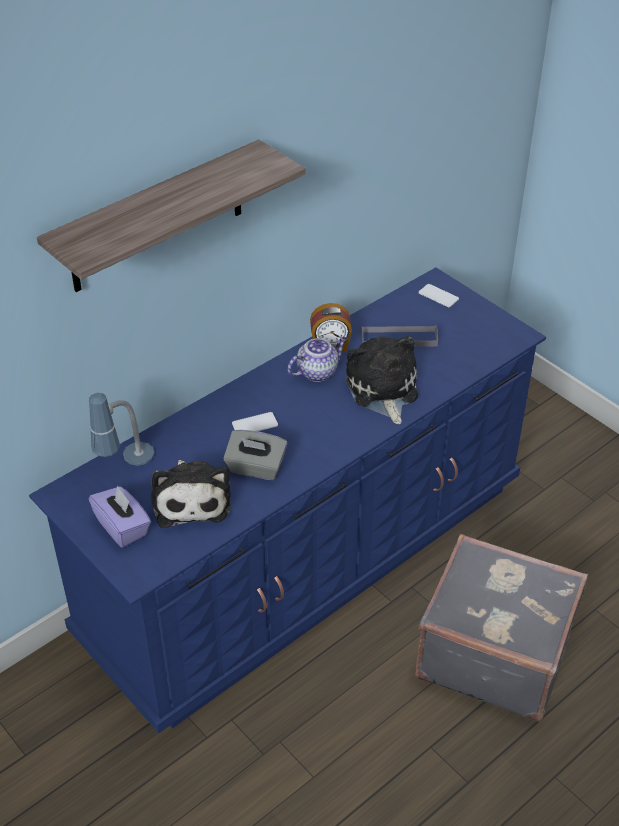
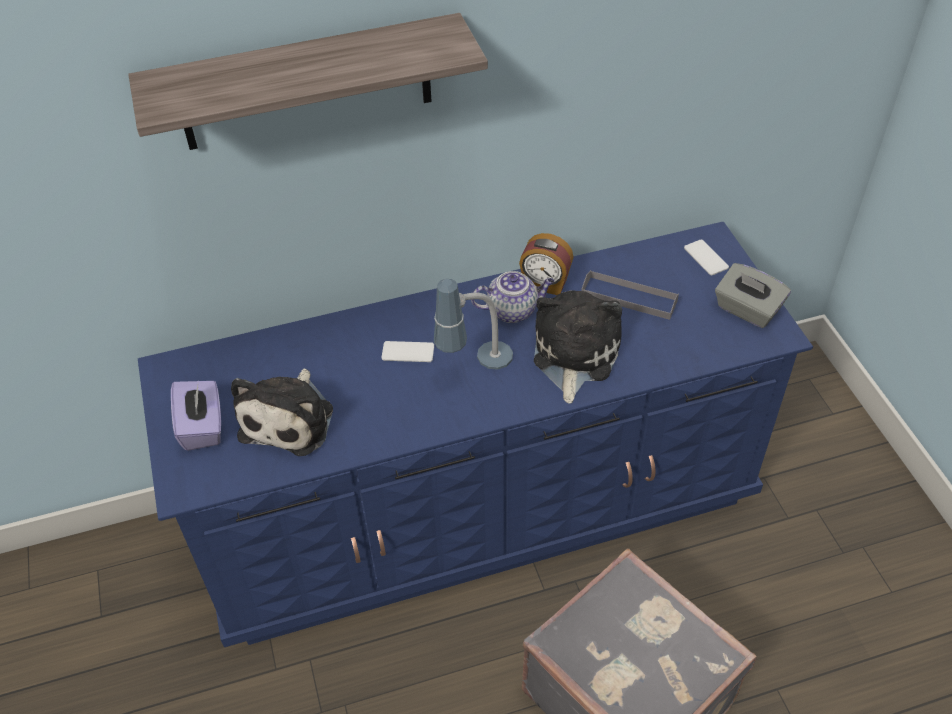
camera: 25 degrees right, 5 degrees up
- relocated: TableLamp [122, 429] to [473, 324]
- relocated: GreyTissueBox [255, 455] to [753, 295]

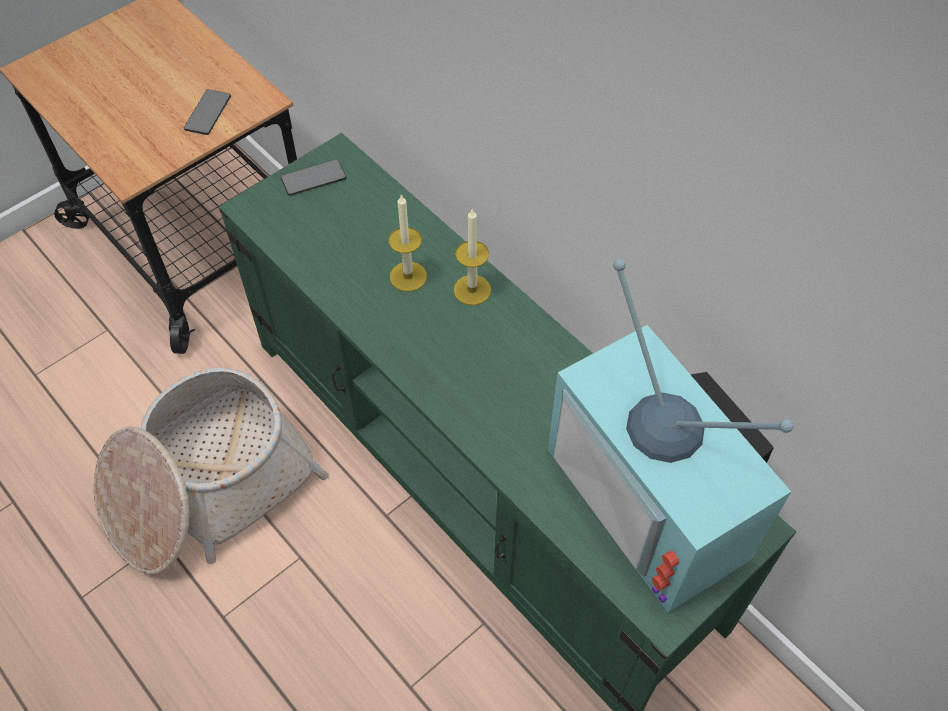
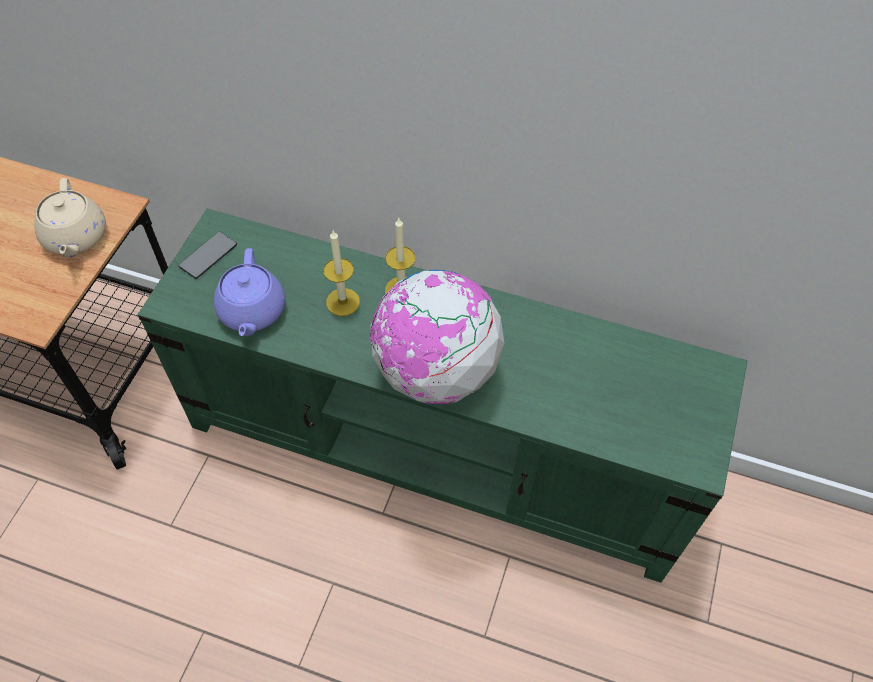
camera: 30 degrees left, 0 degrees up
- exchanged: Phone [207, 112] to BeigeTeapot [70, 218]
- missing: Television [670, 436]
- missing: Basket [211, 470]
- appeared: PurpleTeapot [249, 292]
- appeared: Globe [437, 337]

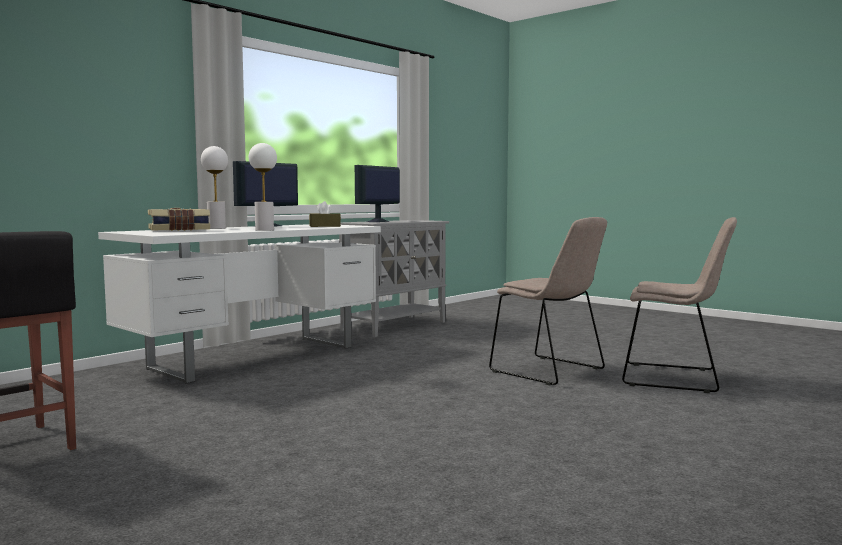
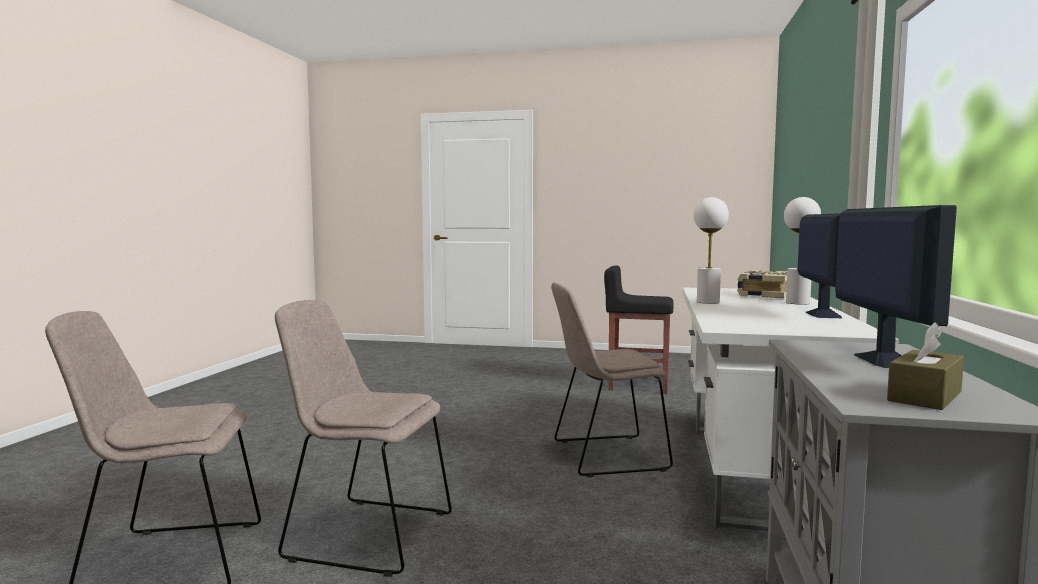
camera: 150 degrees right, 0 degrees up
- relocated: BrownTissueBox [325, 214] to [925, 366]
- appeared: BeigeChair [612, 380]

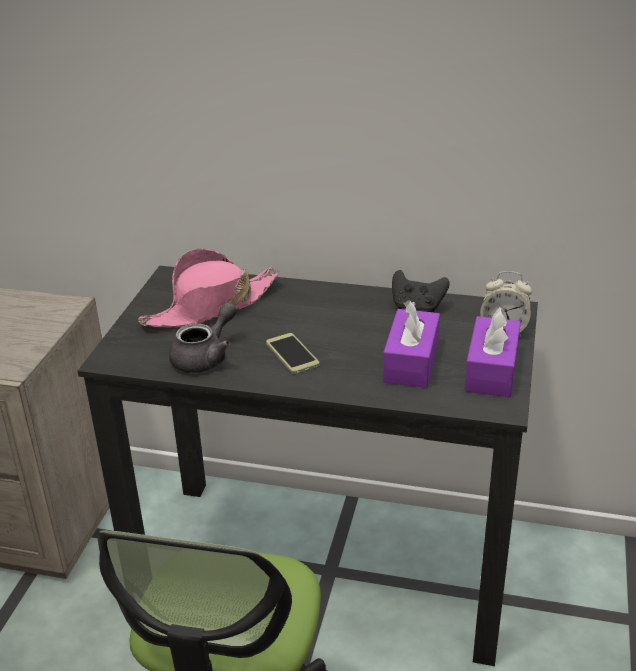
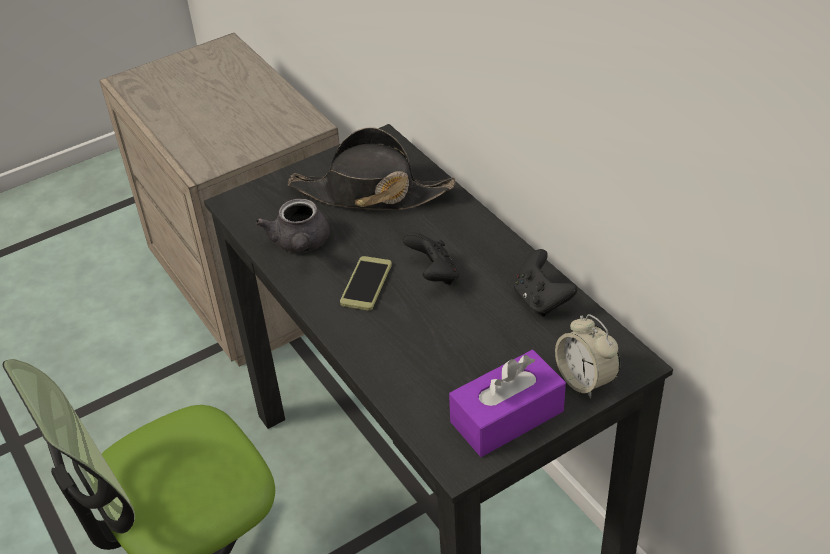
camera: 45 degrees right, 10 degrees up
- colour: PinkHat [209, 288] to BlackHat [372, 168]
- missing: PurpleTissueBox [411, 344]
- spun: GreyTeapot [203, 337] = [293, 225] 90 degrees clockwise
- appeared: BlackGameController [431, 258]

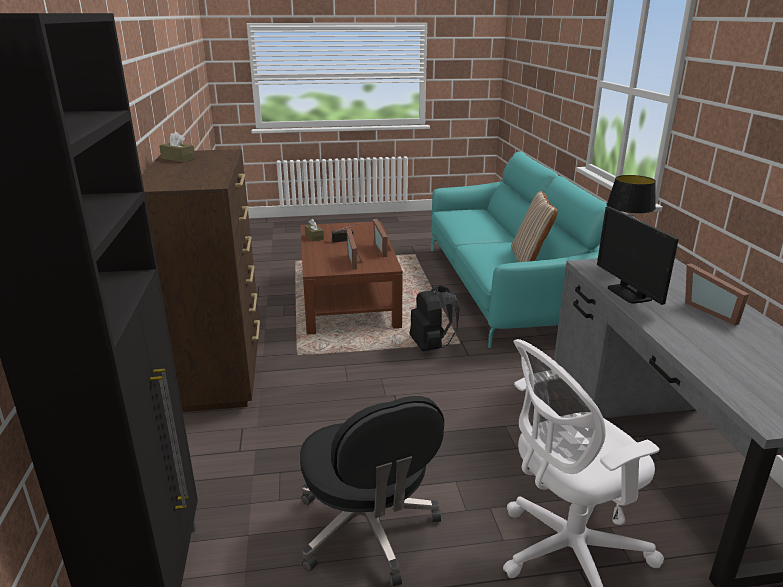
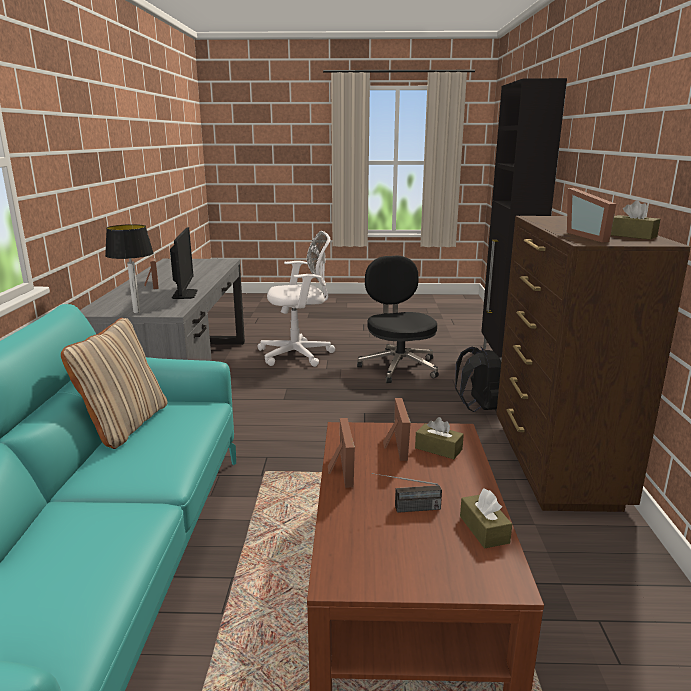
camera: 170 degrees left, 5 degrees down
- relocated: BlackBackpack [435, 318] to [478, 379]
- appeared: PictureFrame [591, 215]
- appeared: BrownTissueBox [439, 438]

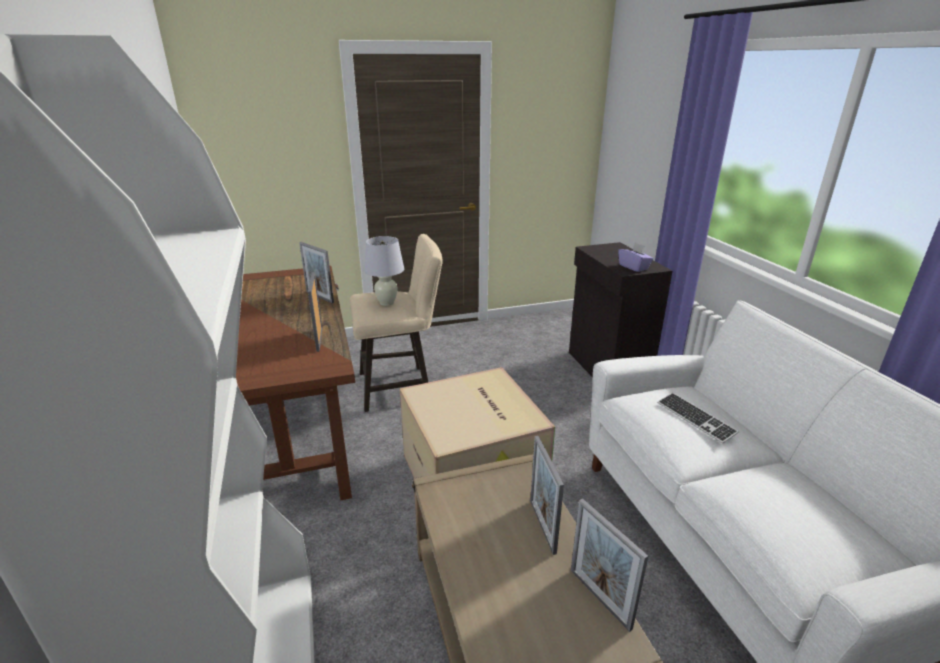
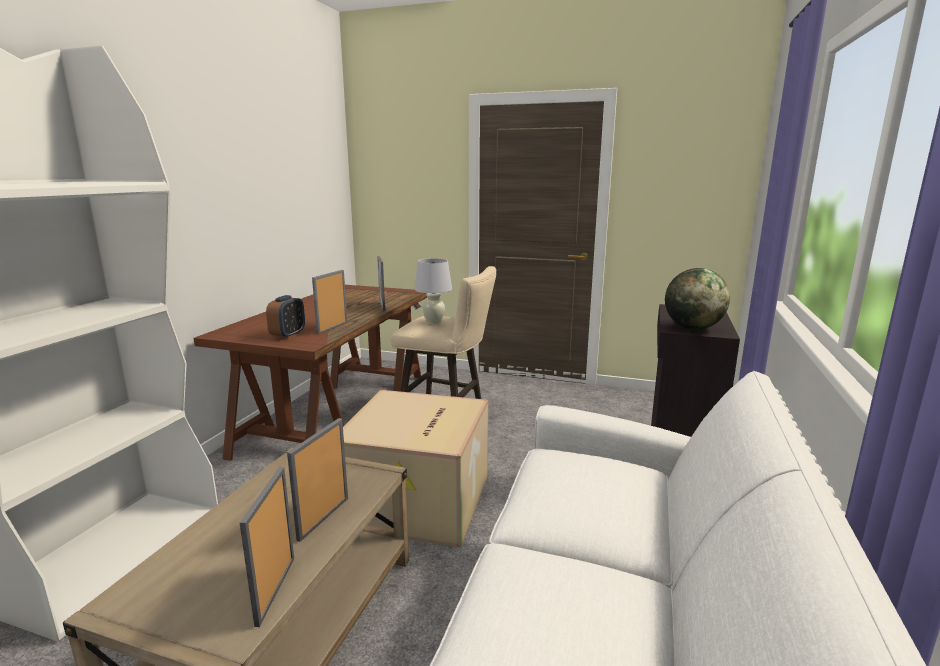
camera: 35 degrees right, 10 degrees down
- exchanged: PurpleTissueBox [635, 257] to Globe [697, 299]
- missing: Keyboard [698, 418]
- appeared: AlarmClock [285, 317]

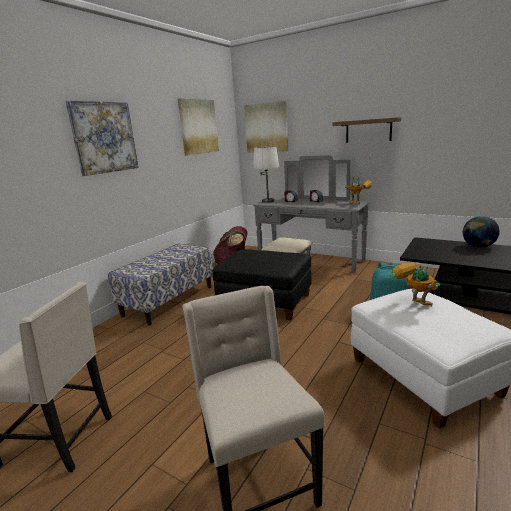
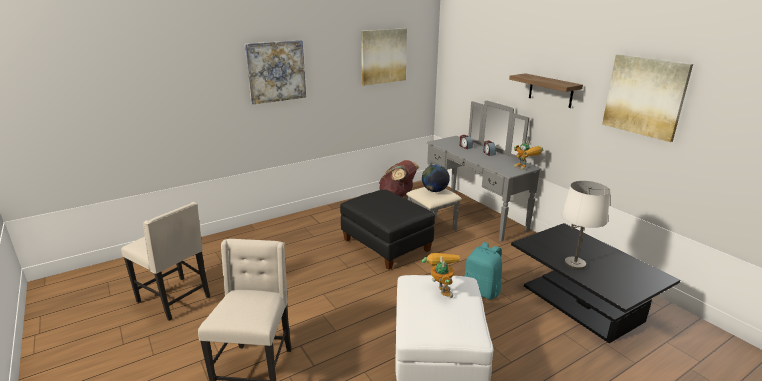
camera: 25 degrees right, 5 degrees up
- relocated: Picture [266, 127] to [647, 98]
- relocated: WhiteTableLamp [266, 174] to [586, 225]
- relocated: Globe [481, 232] to [436, 178]
- missing: Bench [160, 285]

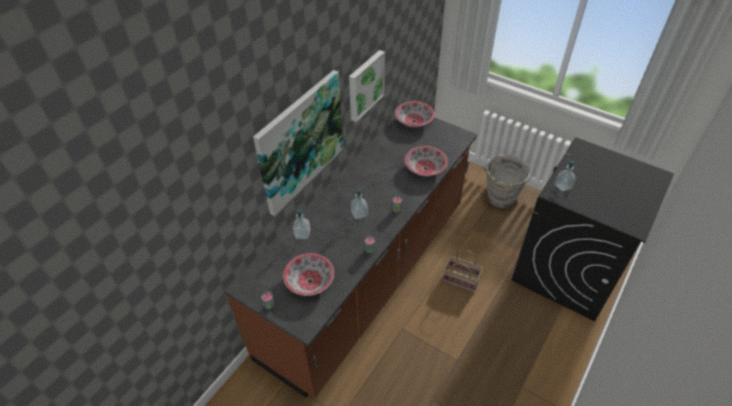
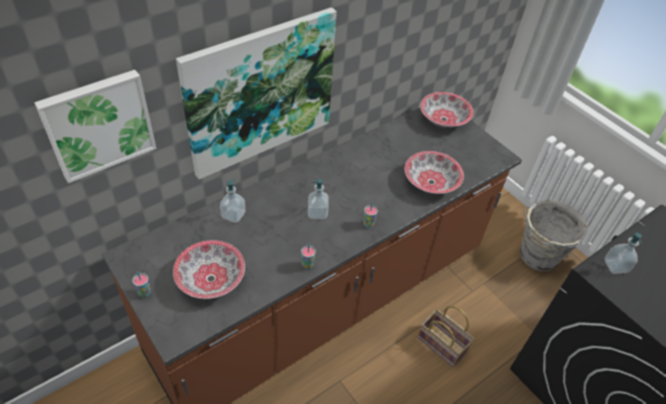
camera: 15 degrees right, 0 degrees up
- relocated: Picture [367, 86] to [95, 126]

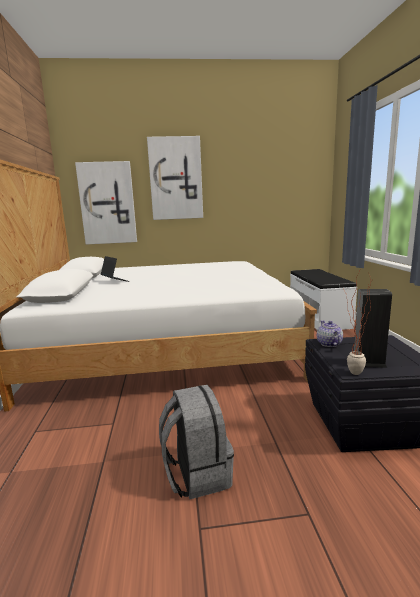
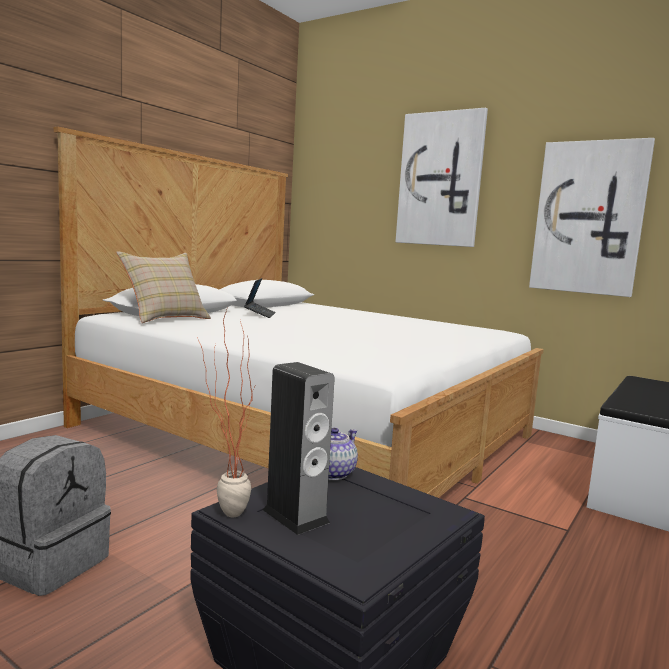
camera: 40 degrees right, 5 degrees down
- relocated: Picture [106, 203] to [592, 217]
- appeared: BeigePillow [163, 287]

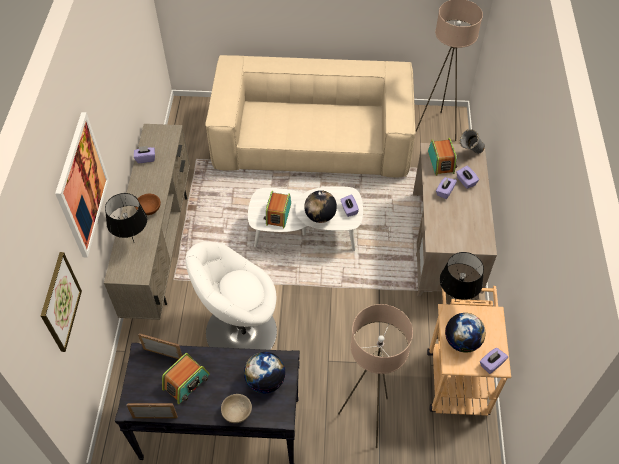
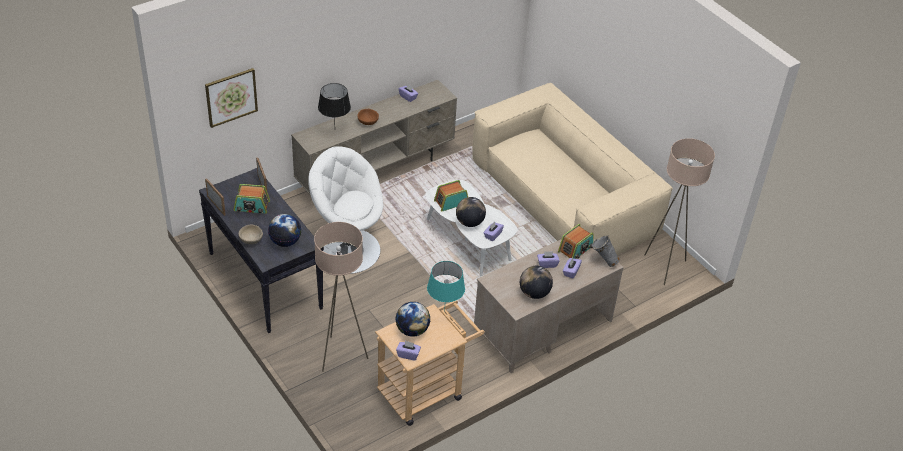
camera: 50 degrees right, 10 degrees down
- missing: Picture [82, 185]
- colour: BlackTableLamp [462, 276] to TurquoiseTableLamp [446, 286]
- appeared: Globe [536, 282]

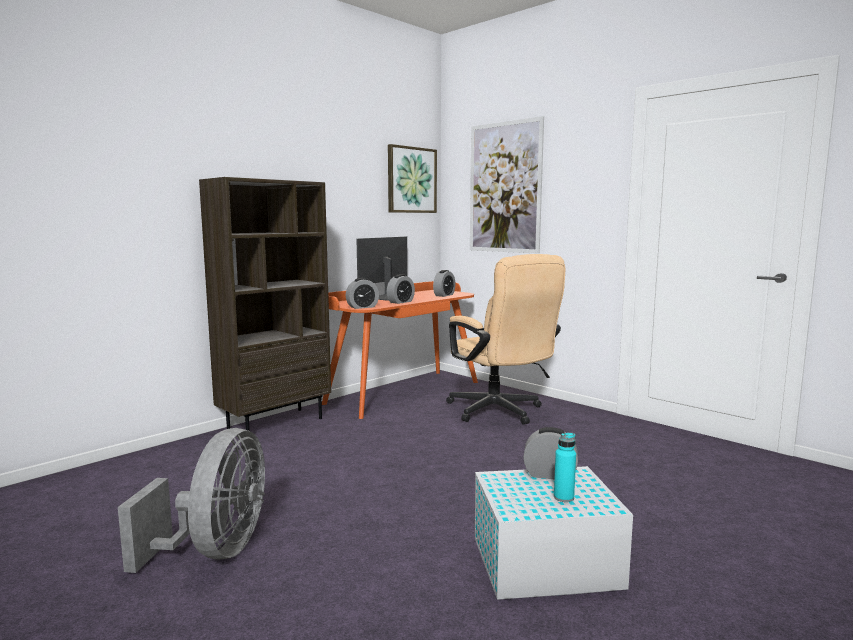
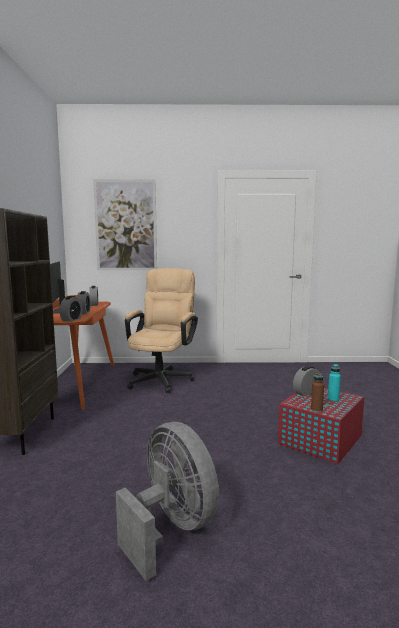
camera: 45 degrees left, 0 degrees up
- missing: Picture [412, 178]
- spun: BeigeOfficeChair [506, 339] = [161, 330] 90 degrees counterclockwise
- colour: WhiteStorageBox [554, 533] to RedStorageBox [321, 426]
- appeared: BrownBottle [317, 392]

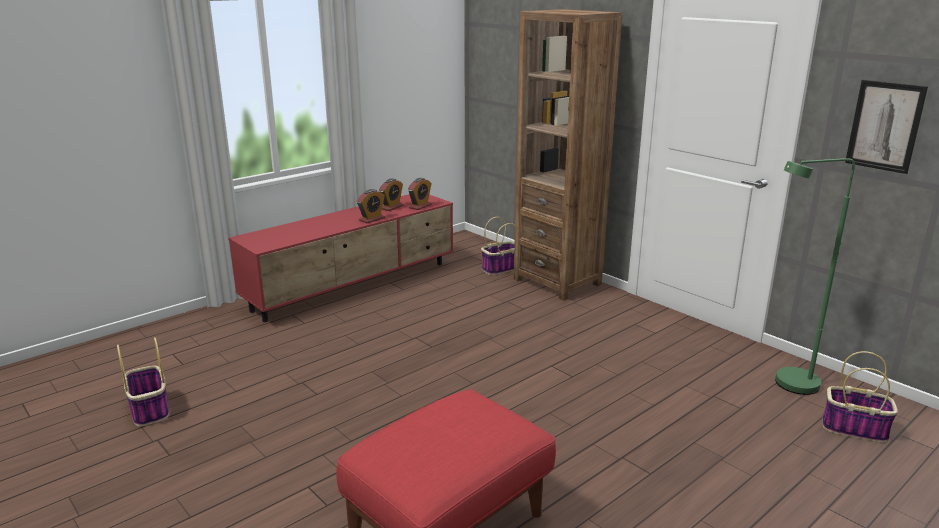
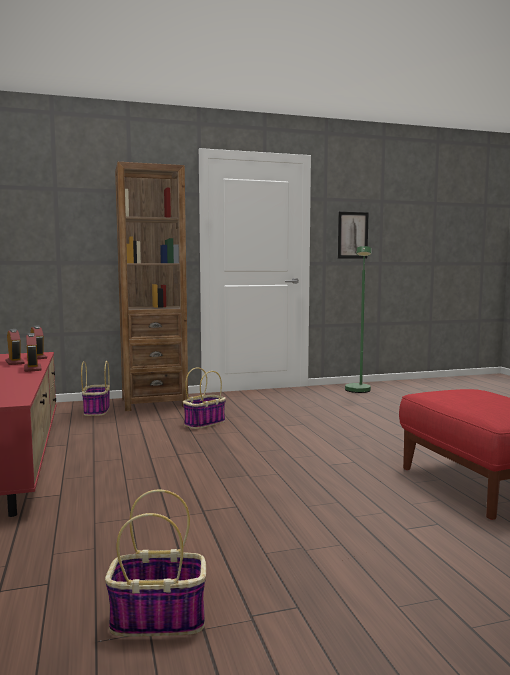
camera: 65 degrees left, 15 degrees down
- relocated: Basket [860, 397] to [204, 398]

